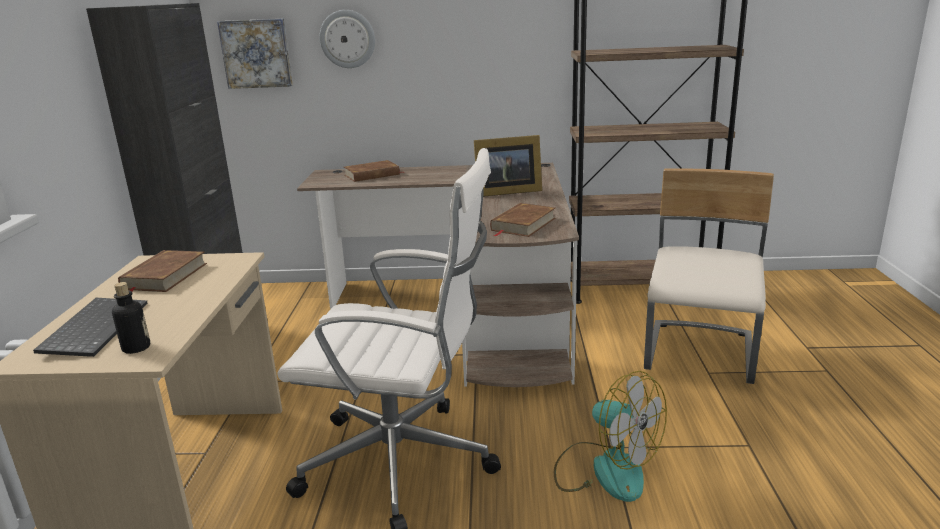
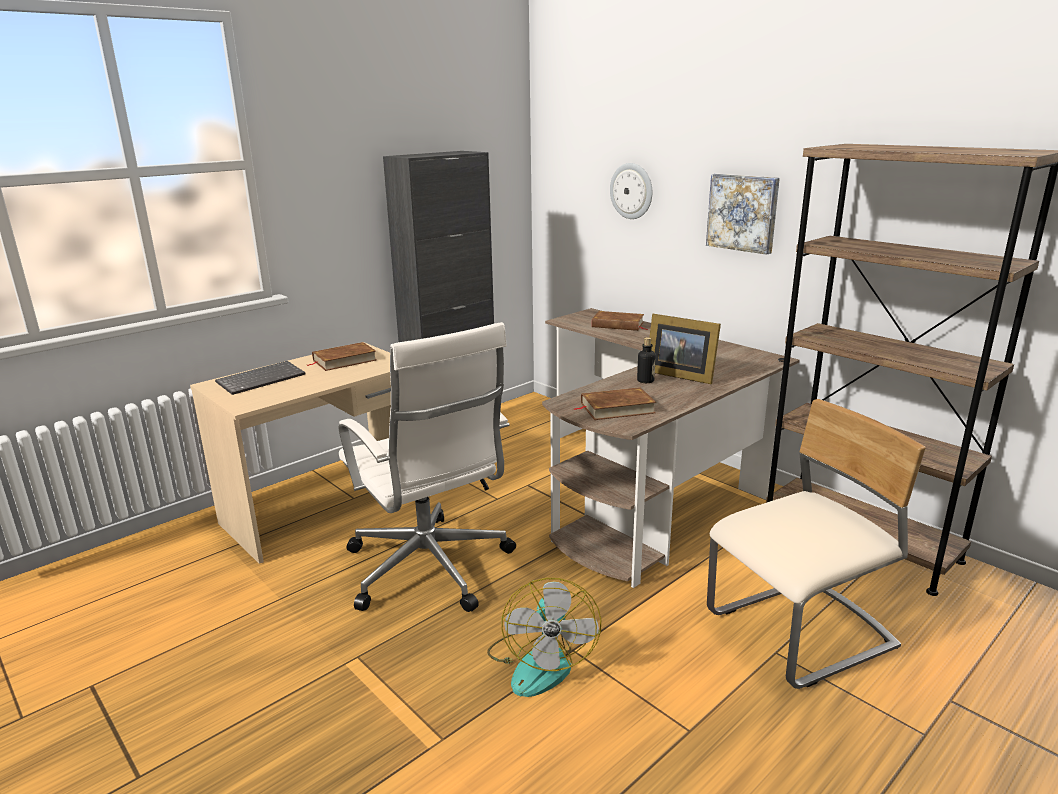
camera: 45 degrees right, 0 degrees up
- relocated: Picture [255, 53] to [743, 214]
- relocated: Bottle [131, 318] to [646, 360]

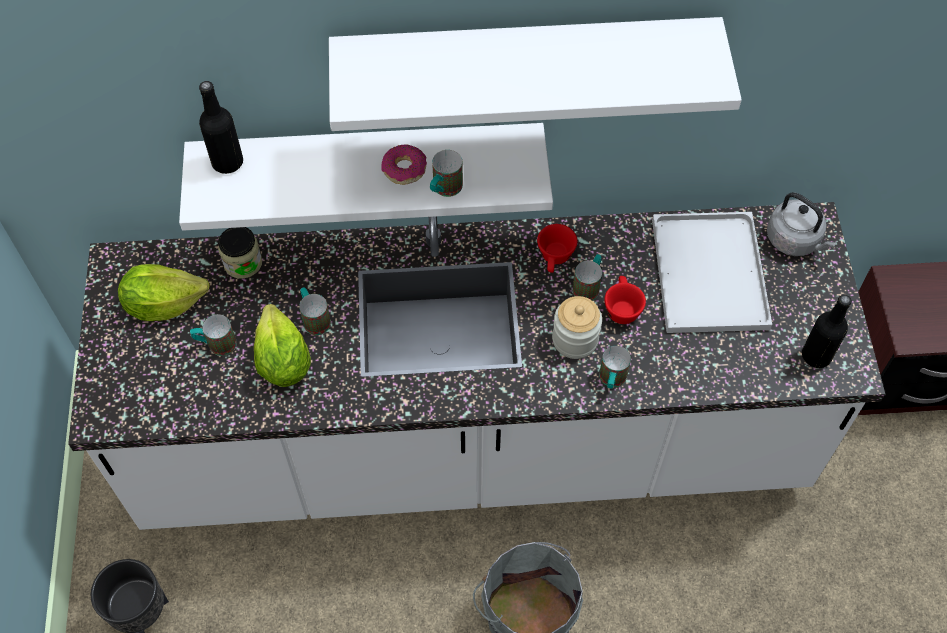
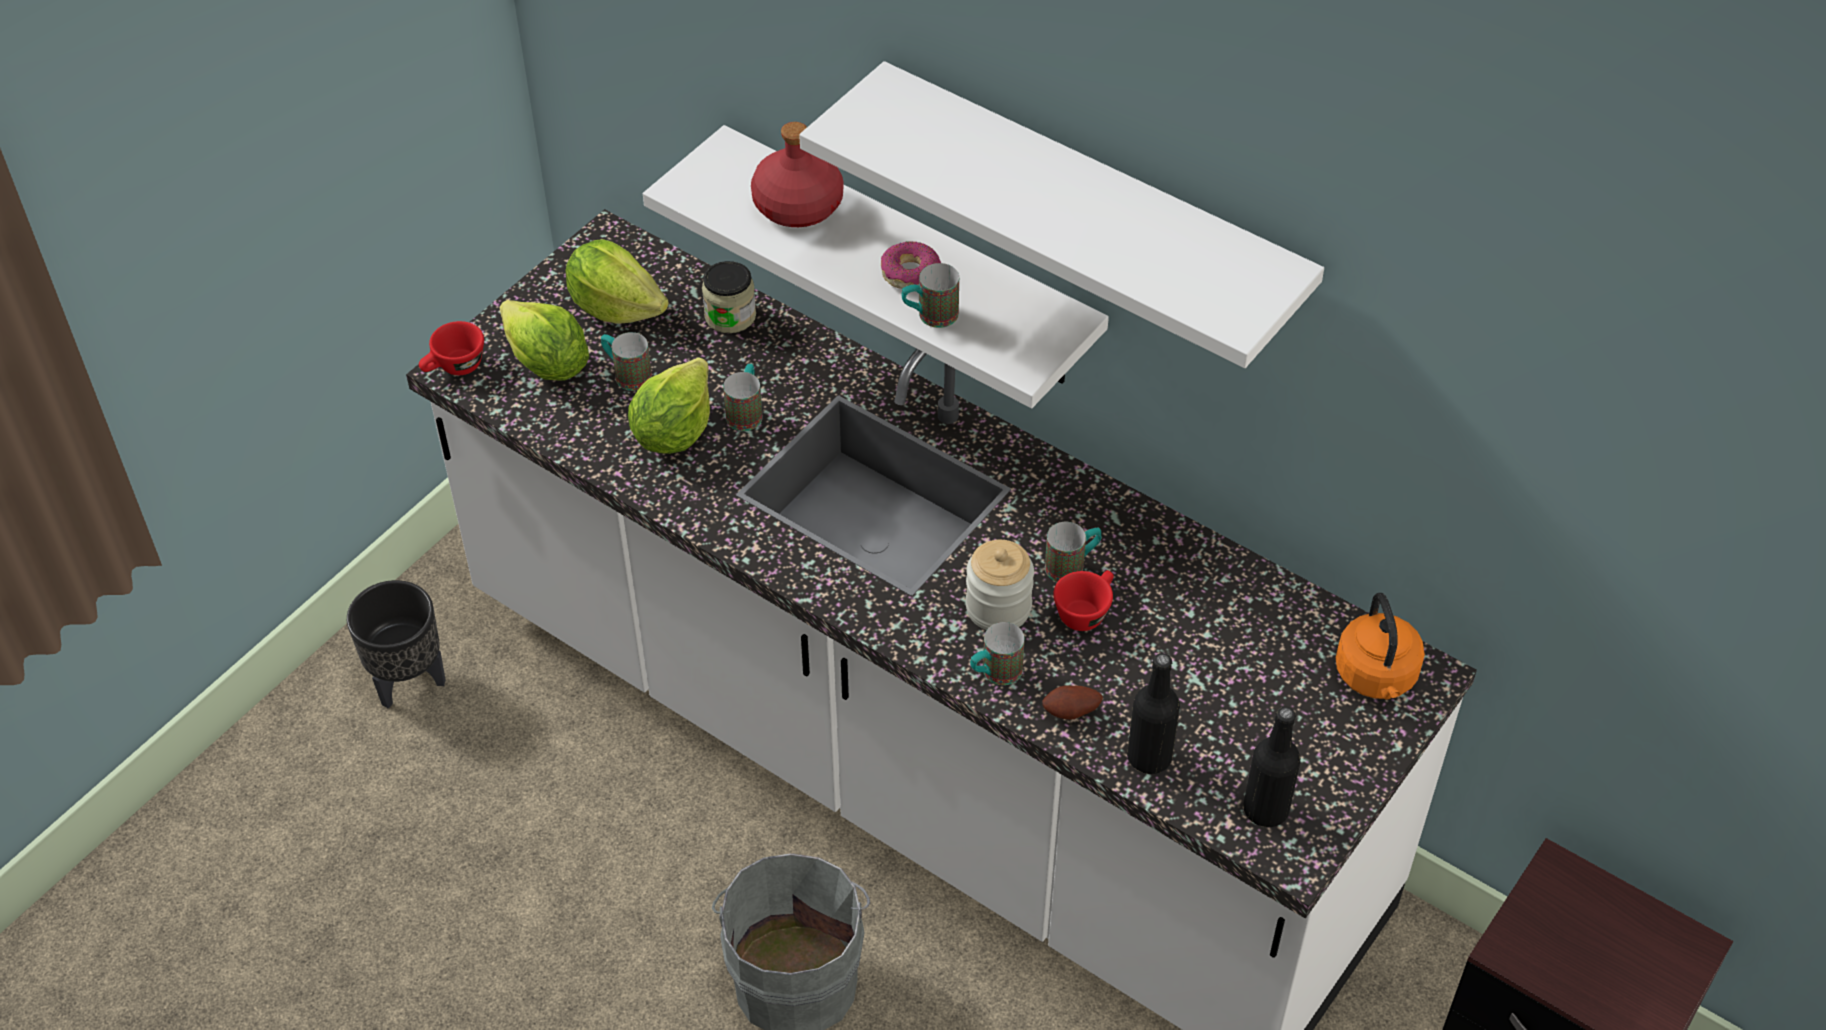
camera: 40 degrees right, 10 degrees down
- relocated: BlackBottle [221, 127] to [1153, 713]
- colour: GreyKettle [801, 224] to OrangeKettle [1380, 646]
- missing: WhiteTray [712, 272]
- relocated: RedCup [557, 248] to [451, 348]
- appeared: RedBottle [797, 174]
- appeared: Lettuce [544, 340]
- appeared: Potato [1072, 702]

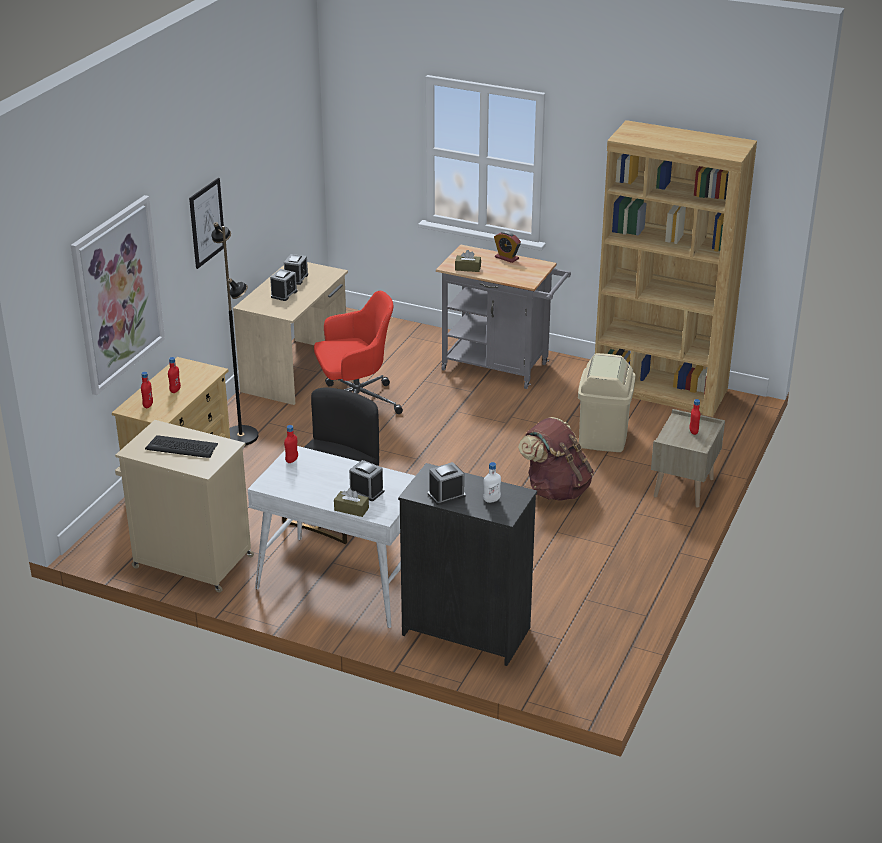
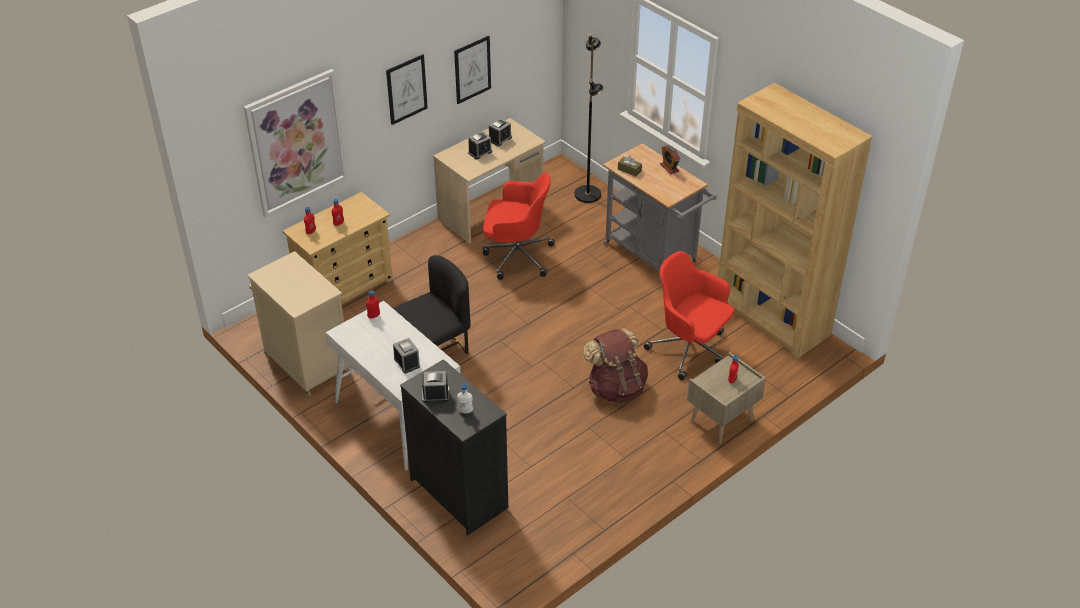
camera: 25 degrees right, 10 degrees up
- relocated: BlackFloorLamp [235, 334] to [589, 118]
- exchanged: BeigeTrashCan [606, 402] to RedOfficeChair [689, 315]
- missing: Keyboard [181, 446]
- missing: BrownTissueBox [351, 502]
- appeared: Picture [472, 70]

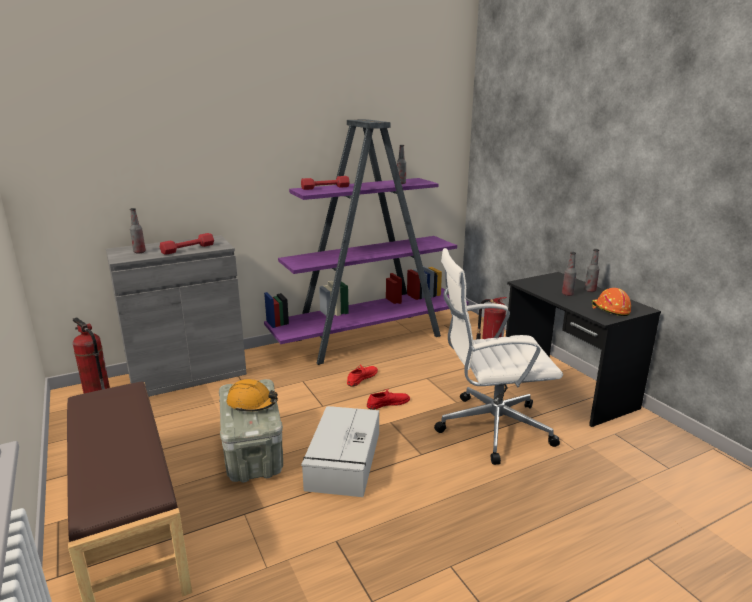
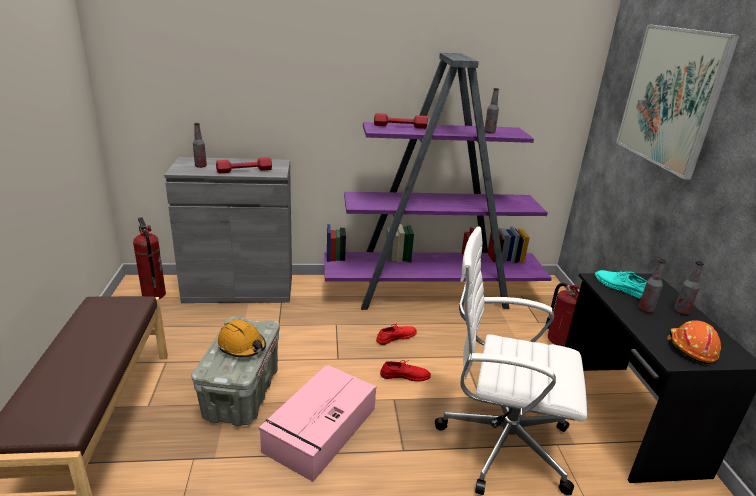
camera: 20 degrees right, 5 degrees up
- colour: GreyStorageBox [340, 451] to PinkStorageBox [317, 423]
- appeared: Picture [678, 102]
- appeared: TurquoiseShoe [621, 284]

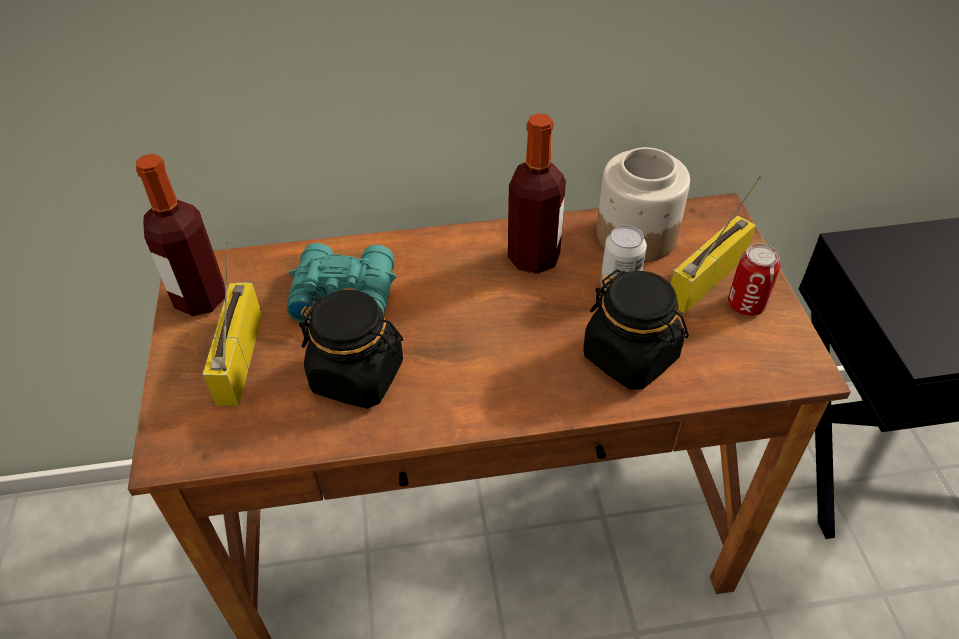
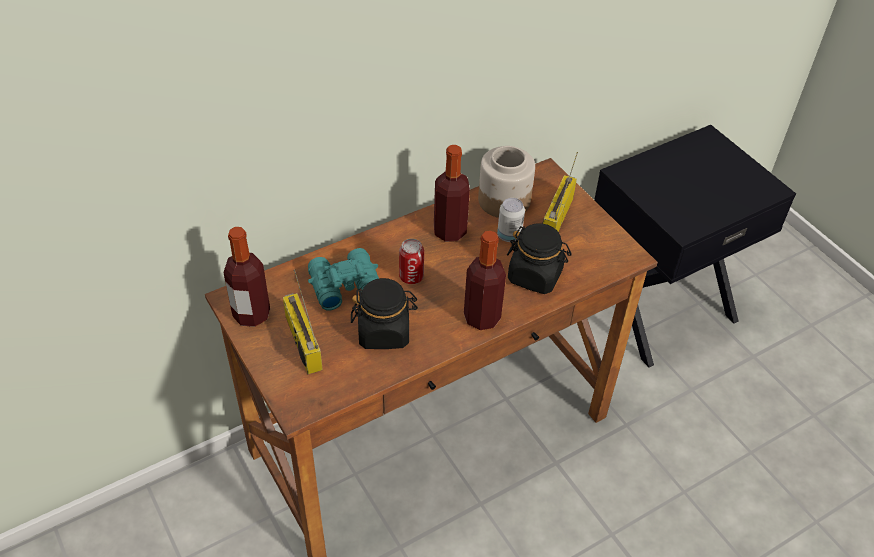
camera: 25 degrees left, 0 degrees up
- relocated: Can [754, 280] to [411, 261]
- appeared: Bottle [485, 280]

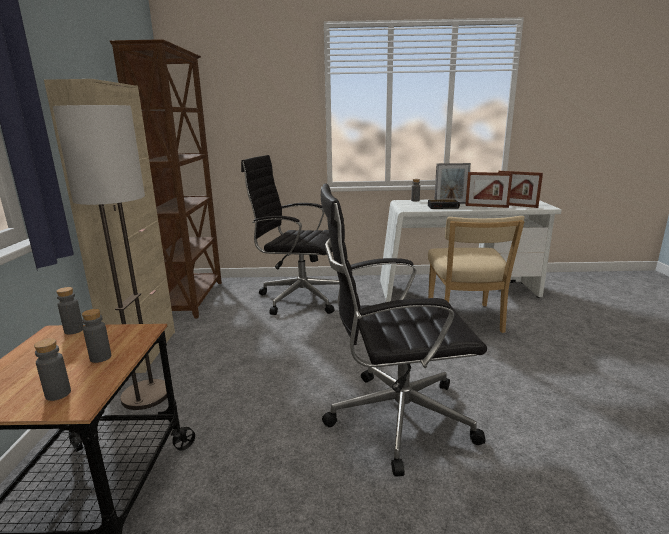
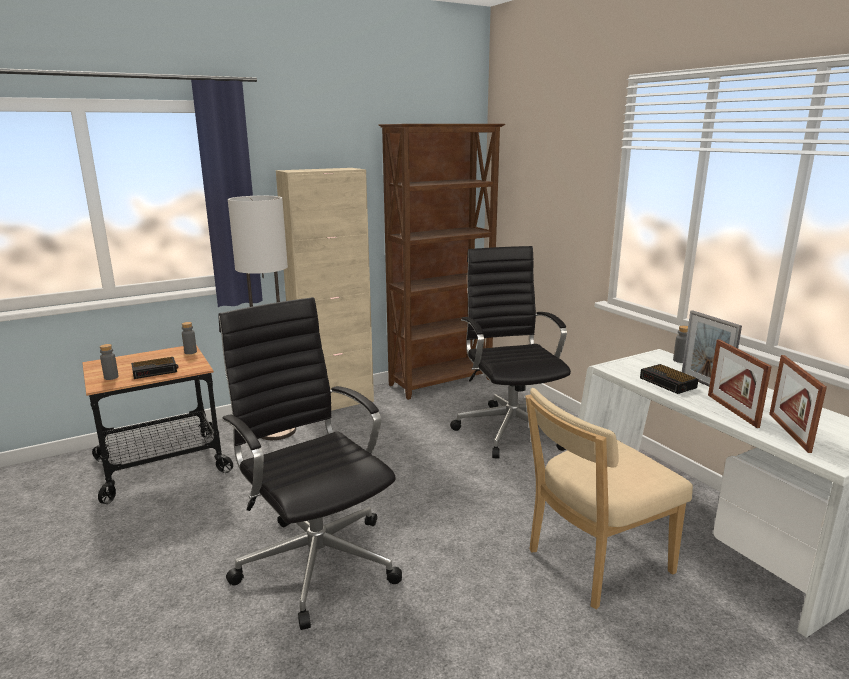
camera: 60 degrees right, 0 degrees up
- exchanged: GreyBottle [96, 336] to AlarmClock [155, 368]

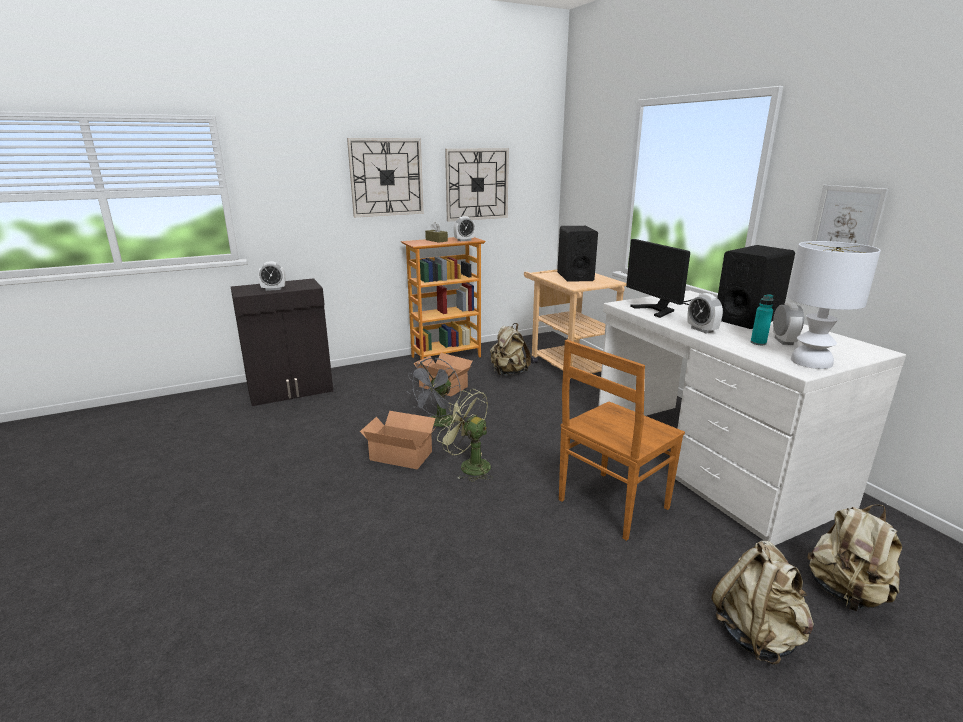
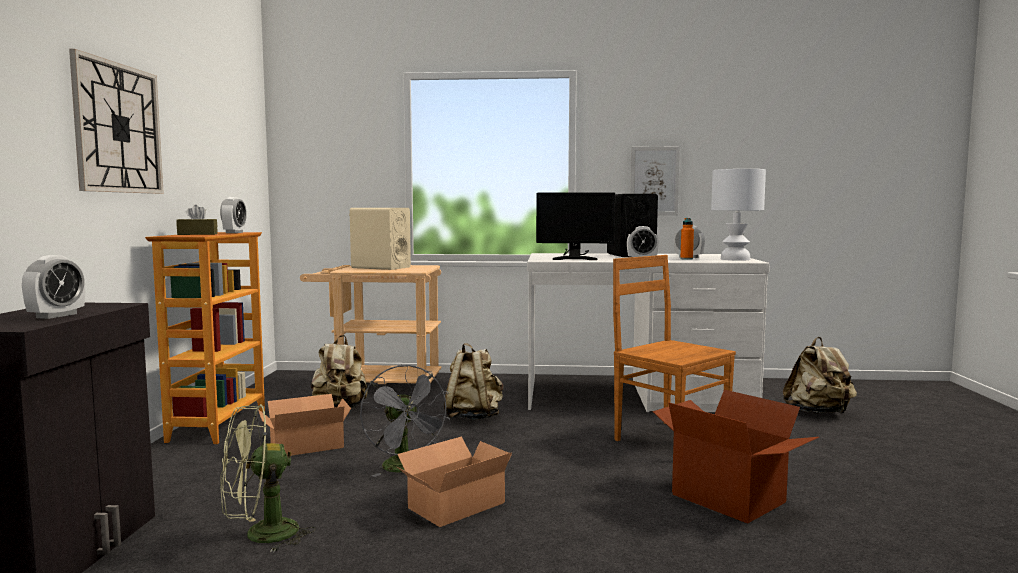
camera: 60 degrees left, 15 degrees down
- missing: WallClock [477, 185]
- colour: BlackSpeaker [577, 254] to BeigeSpeaker [380, 239]
- colour: TurquoiseBottle [762, 319] to OrangeBottle [687, 239]
- spun: BrownChair [622, 440] = [674, 348] 150 degrees clockwise
- relocated: GreenFan [465, 435] to [268, 478]
- relocated: BeigeBackpack [762, 603] to [473, 381]
- appeared: CardboardBox [736, 457]

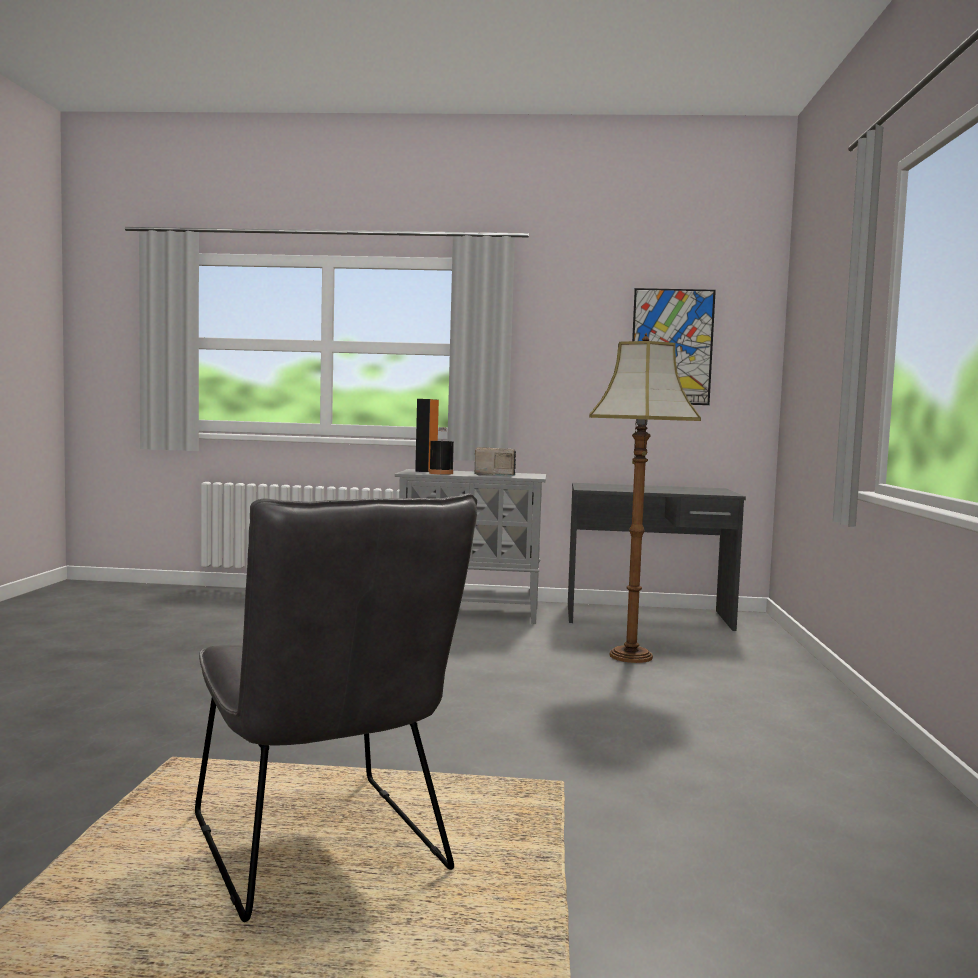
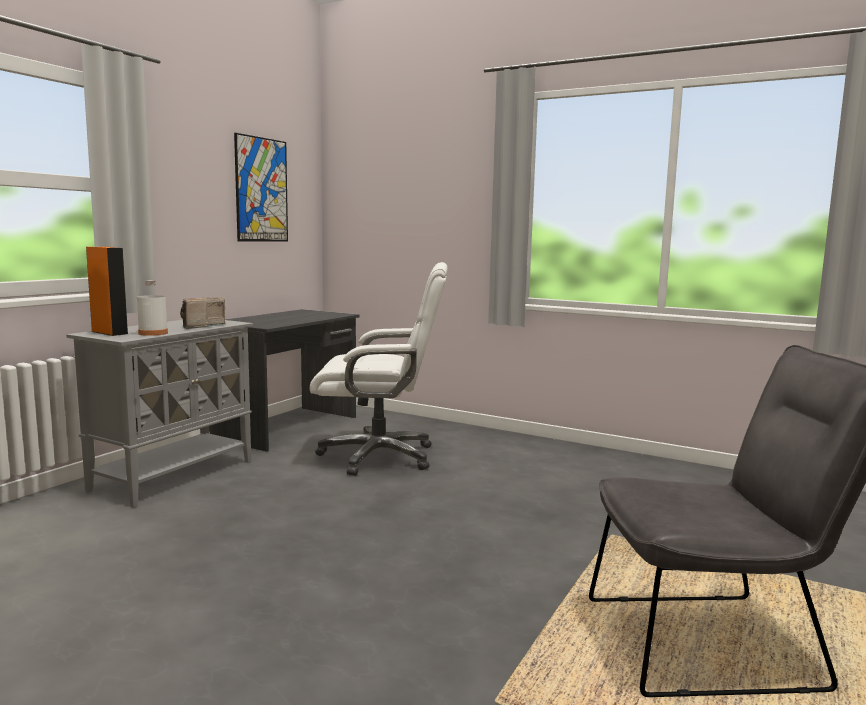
camera: 65 degrees left, 5 degrees up
- exchanged: FloorLamp [645, 498] to WhiteOfficeChair [379, 369]
- colour: BlackBottle [441, 451] to WhiteBottle [152, 308]

